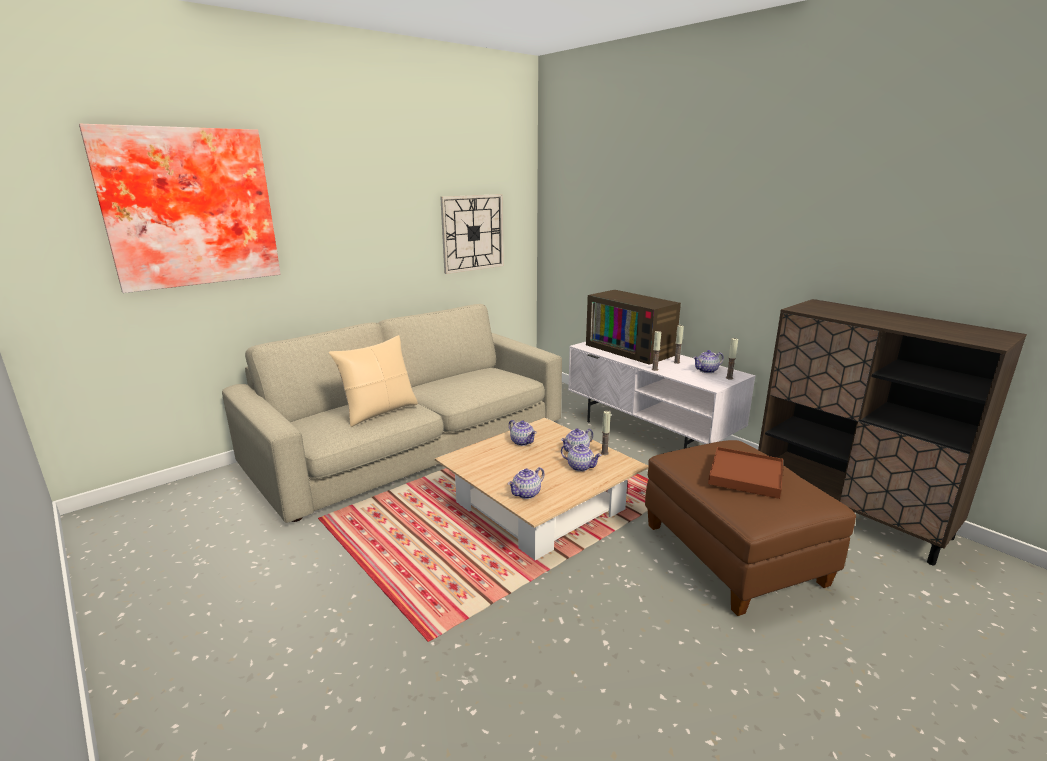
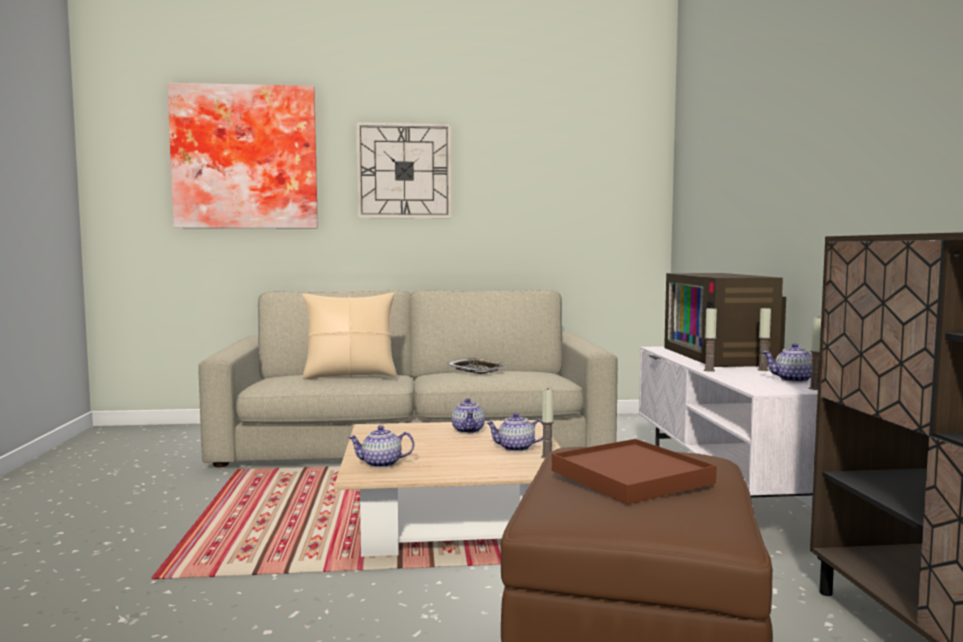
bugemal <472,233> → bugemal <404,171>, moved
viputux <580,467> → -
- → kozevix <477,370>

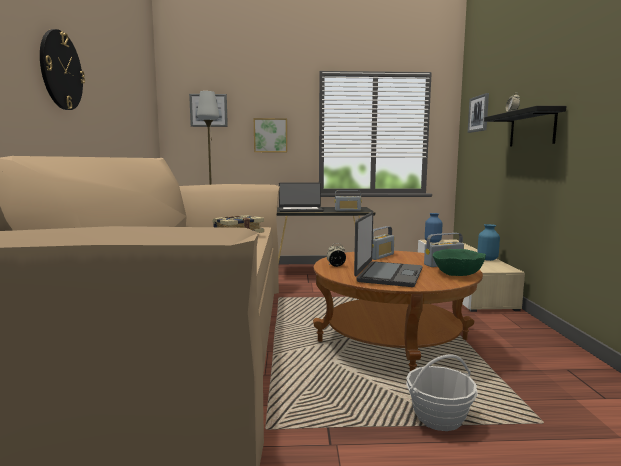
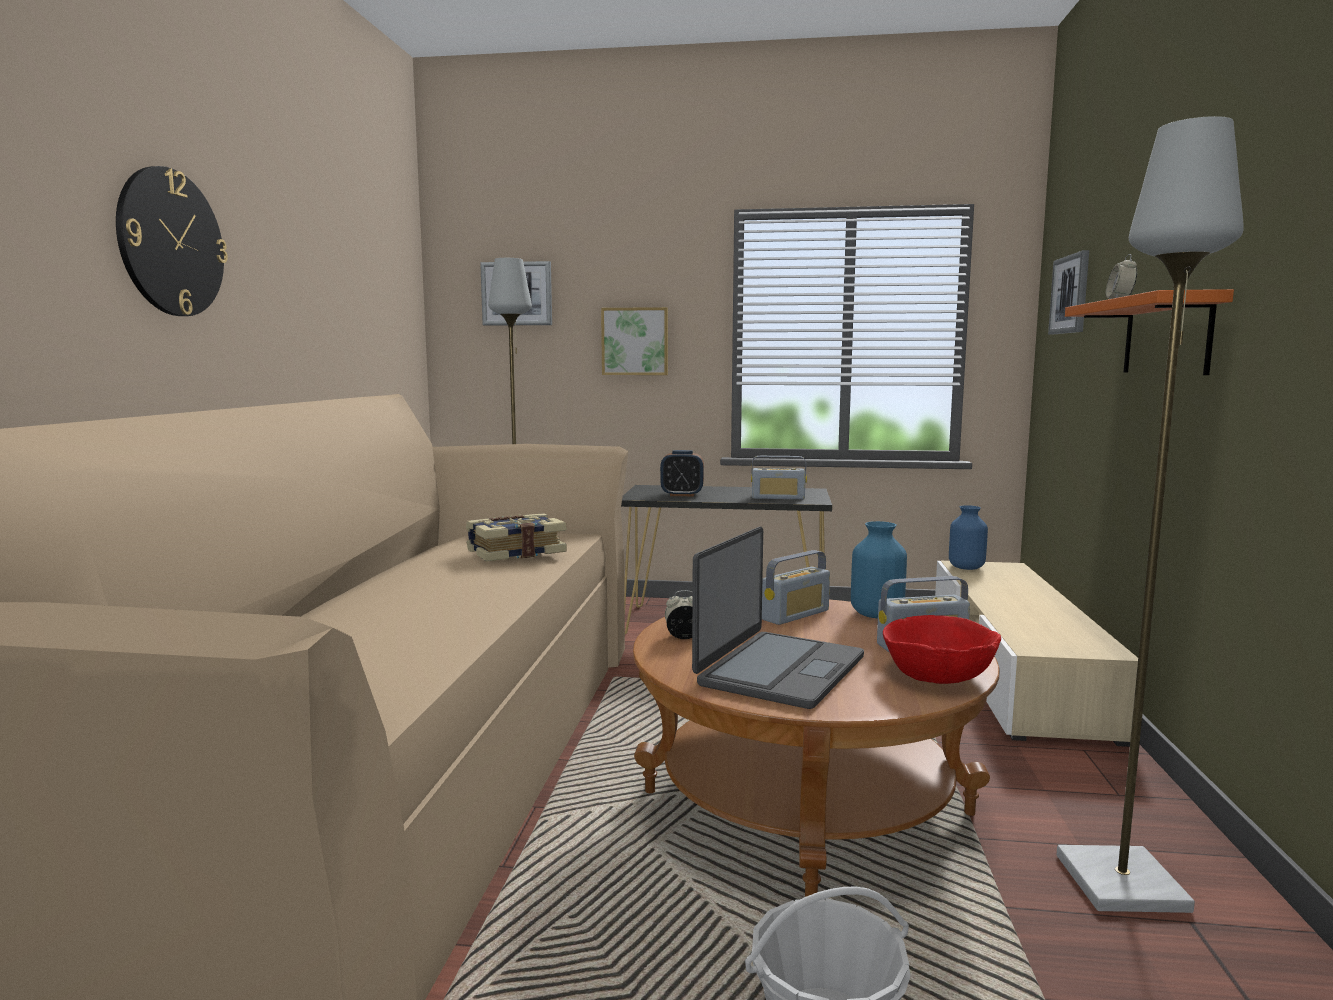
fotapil <300,210> → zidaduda <682,495>
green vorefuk <457,274> → red vorefuk <936,675>
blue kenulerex <487,259> → blue kenulerex <876,615>, moved
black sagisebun <532,128> → orange sagisebun <1166,336>
- → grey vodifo <1124,883>

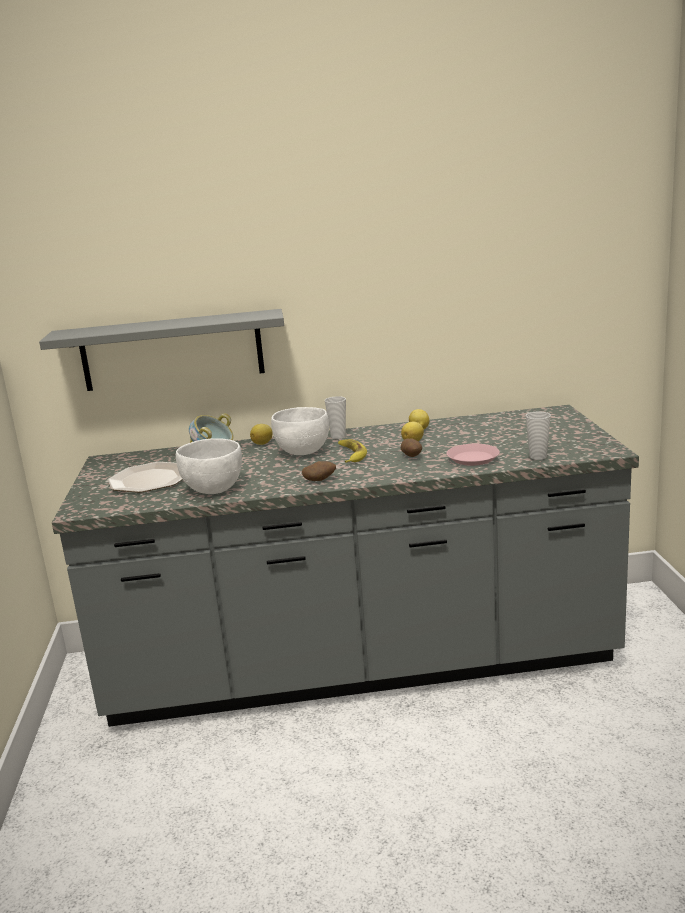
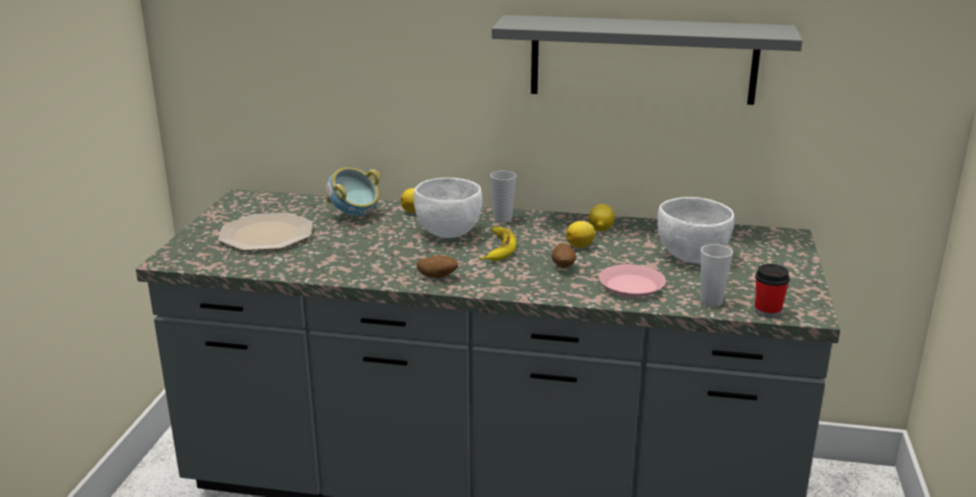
grey sagisebun <172,350> → grey sagisebun <643,59>, moved
white vorefuk <213,489> → white vorefuk <691,256>, moved
- → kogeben <767,311>

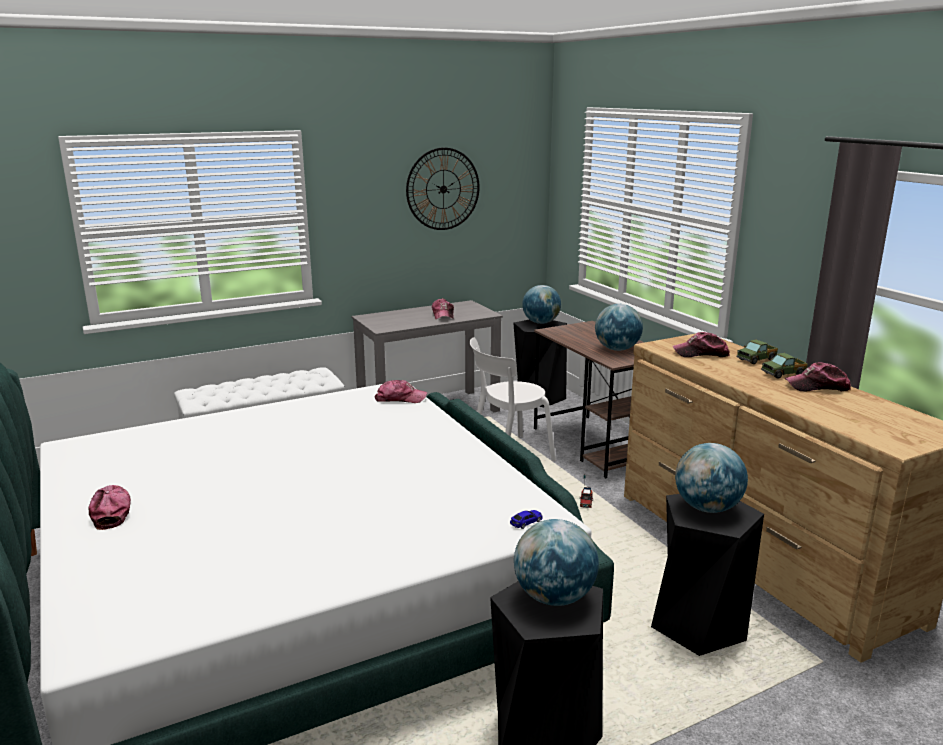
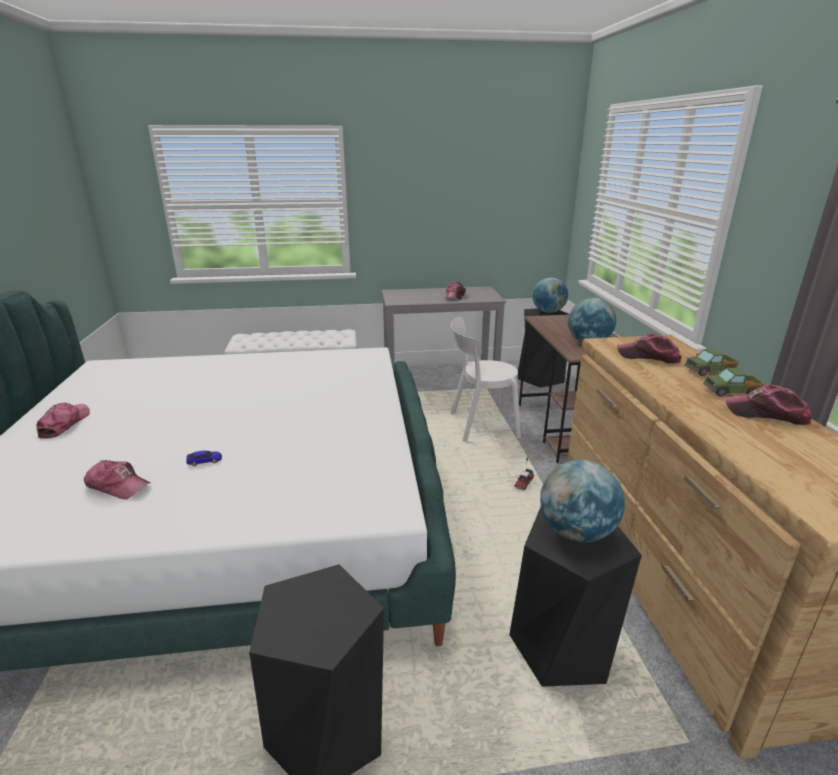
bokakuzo <400,399> → bokakuzo <118,485>, moved
bugemal <443,189> → -
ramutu <526,522> → ramutu <204,461>, moved
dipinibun <554,597> → -

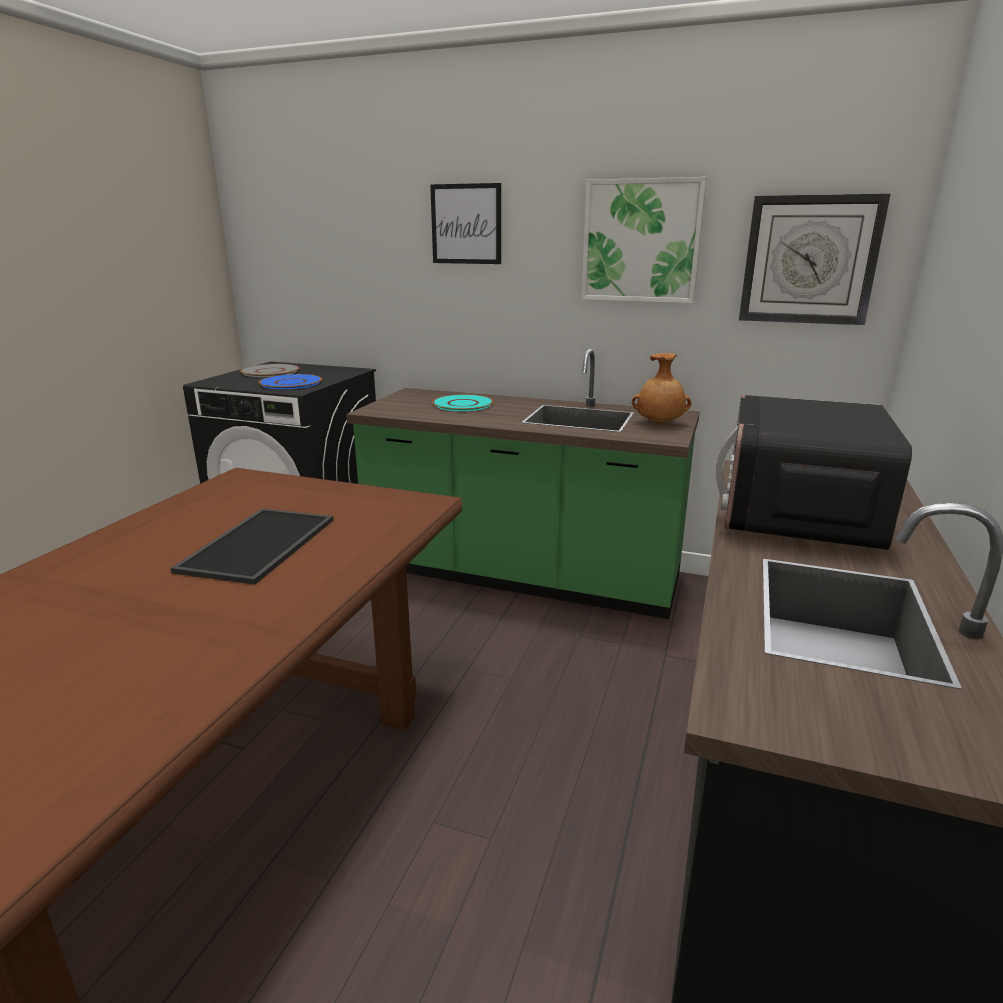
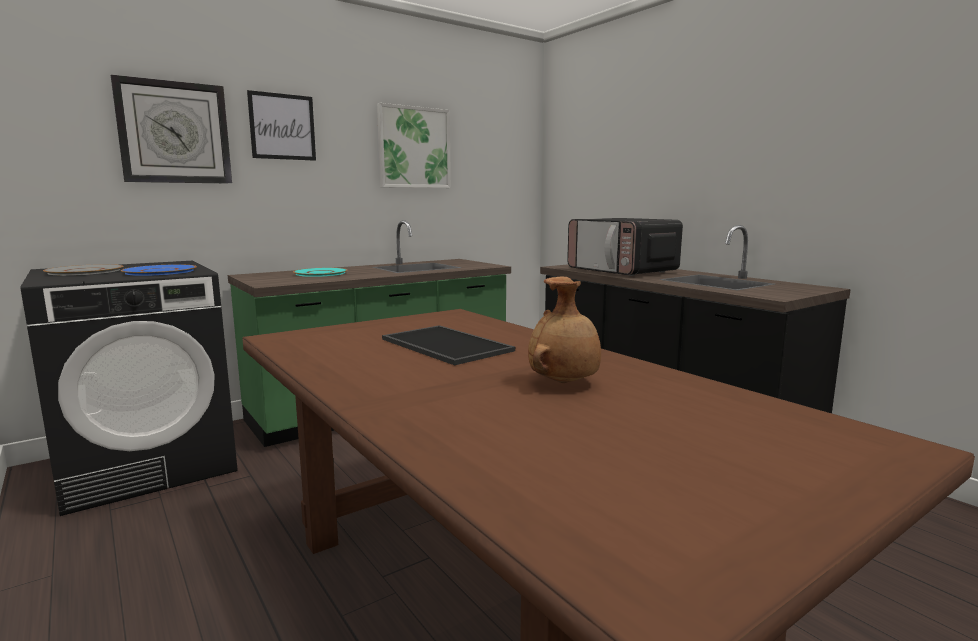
brown kenulerex <659,424> → brown kenulerex <564,383>, moved
bugemal <809,260> → bugemal <174,133>, moved

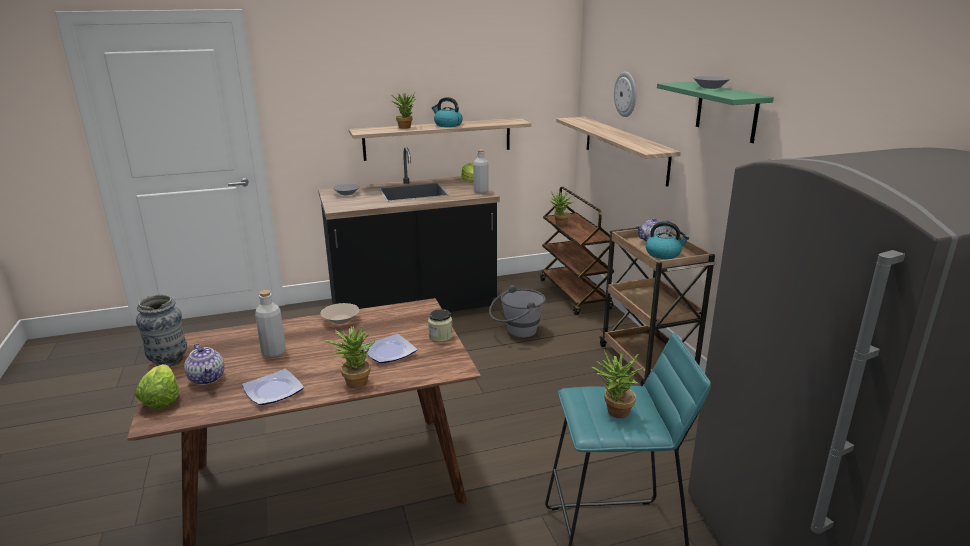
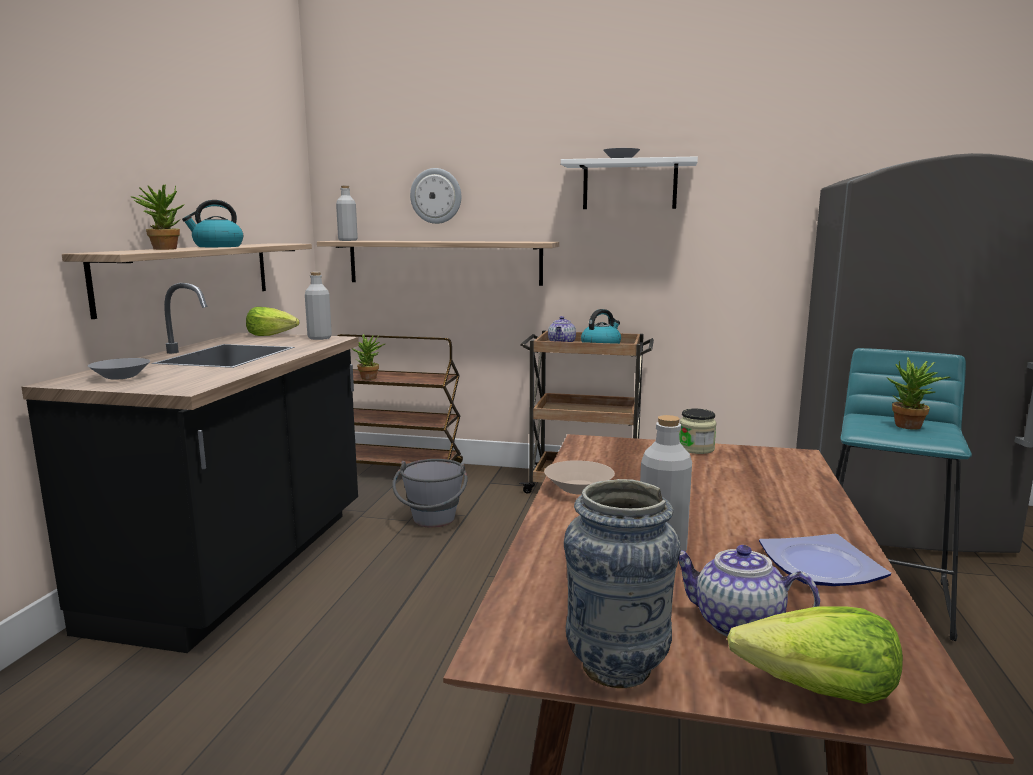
viputux <207,378> → viputux <737,624>, 150 degrees counterclockwise
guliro <354,381> → -
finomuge <390,352> → -
green sagisebun <726,111> → white sagisebun <629,185>
- → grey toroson <348,240>

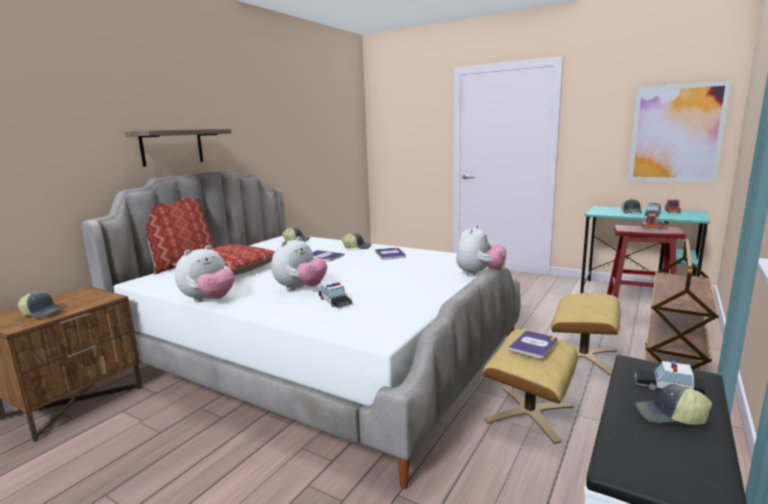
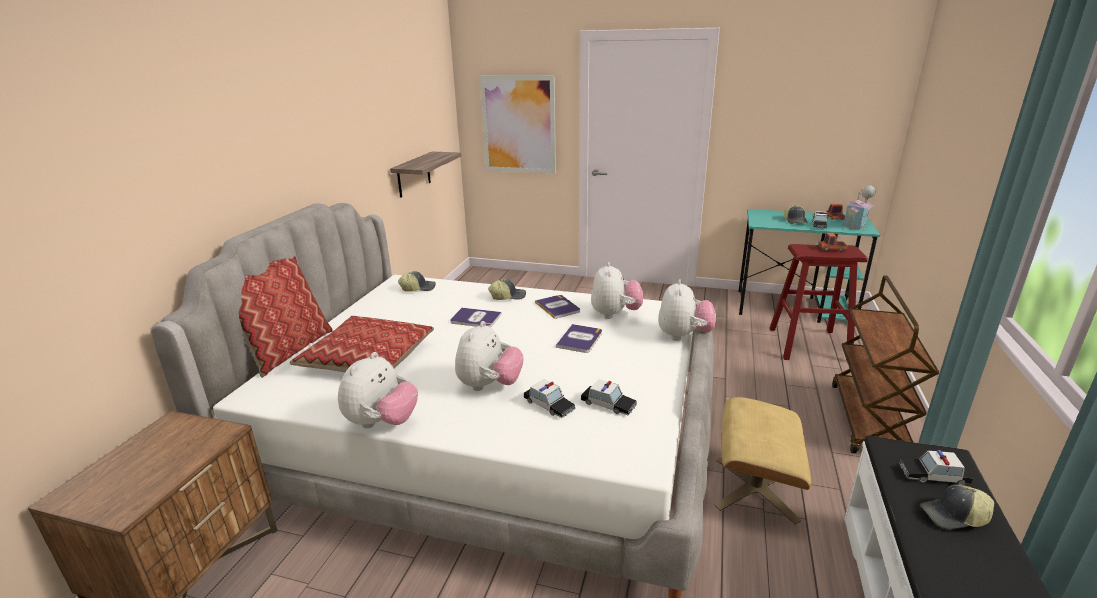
bokakuzo <42,313> → -
sagisebun <172,147> → sagisebun <413,174>, moved
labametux <533,345> → labametux <580,339>, moved
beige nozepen <583,357> → -
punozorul <676,133> → punozorul <519,125>, moved
- → ramutu <608,404>
- → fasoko <615,314>
- → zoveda <857,225>

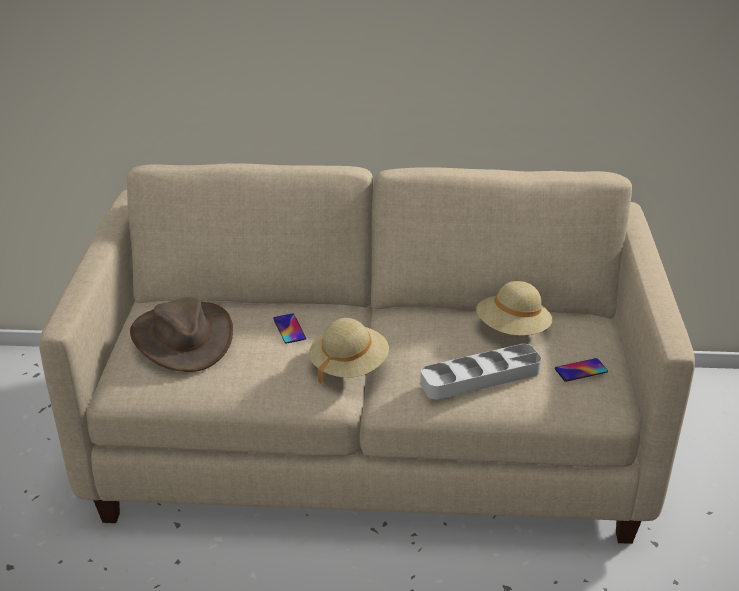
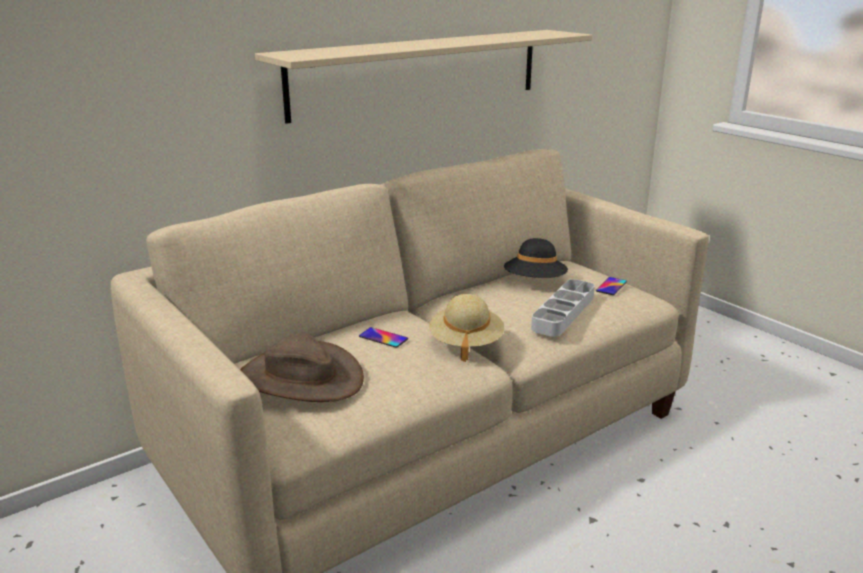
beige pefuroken <512,330> → black pefuroken <535,282>
- → beige sagisebun <420,72>

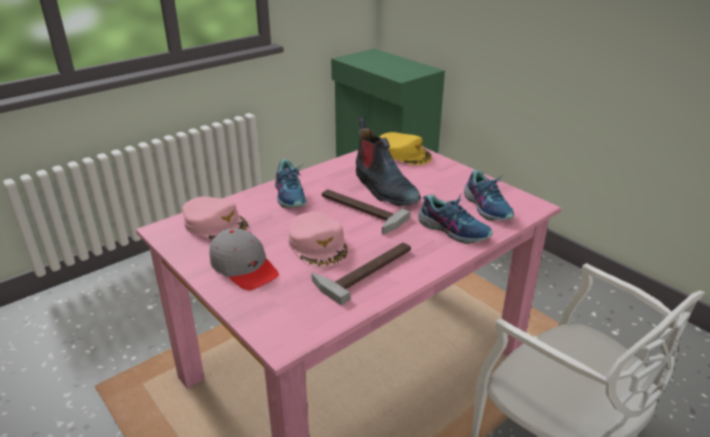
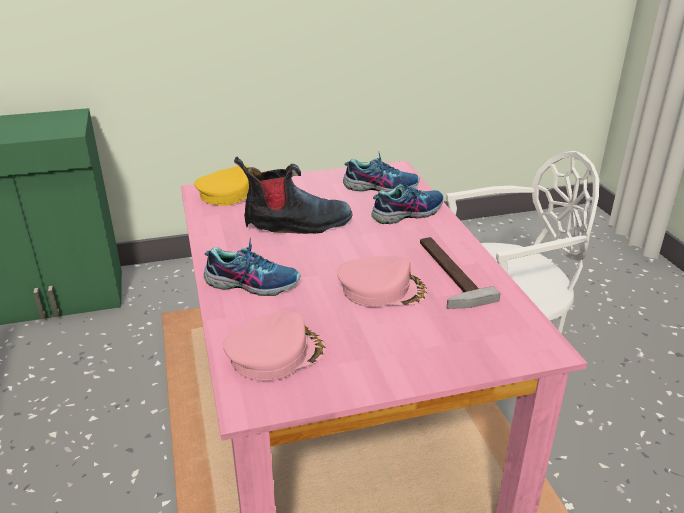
grey bokakuzo <244,267> → -
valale <358,211> → -

